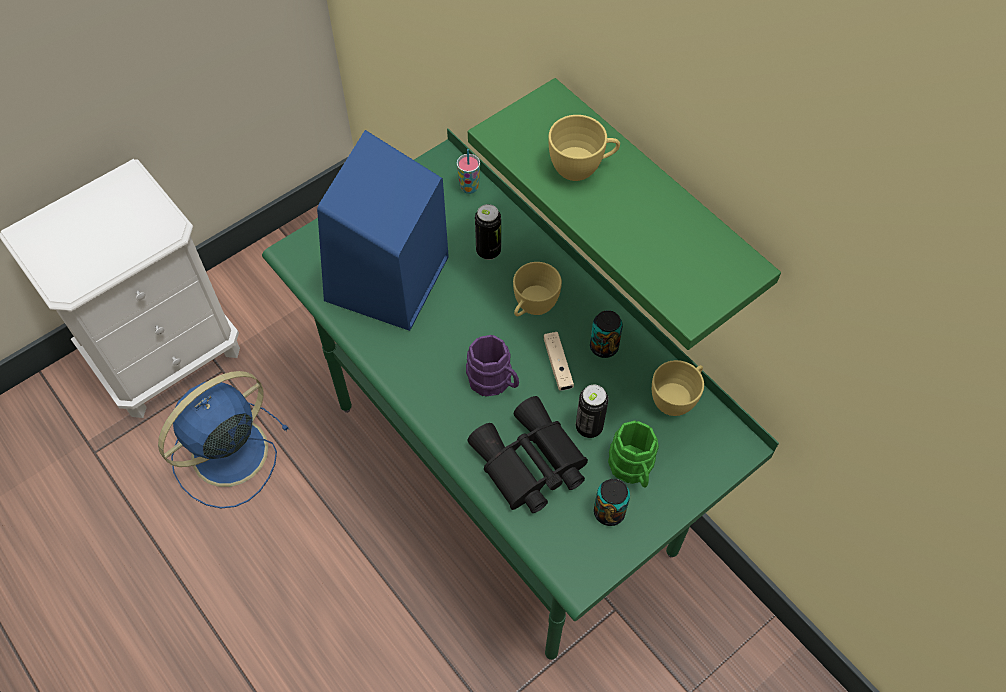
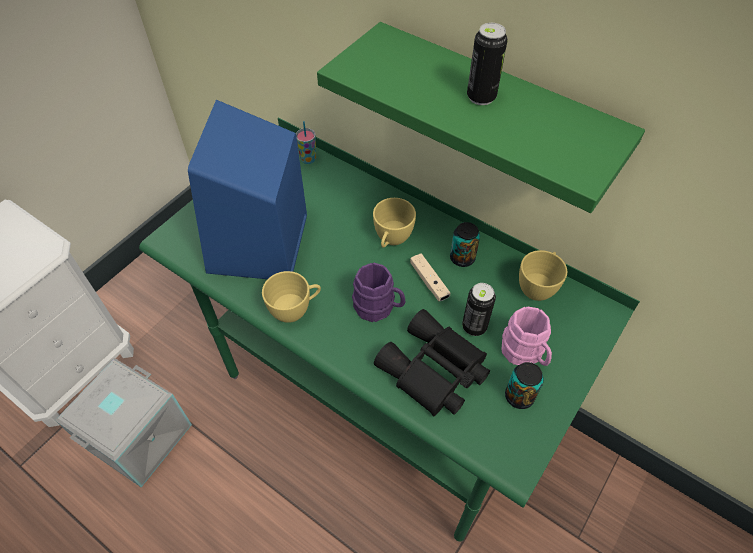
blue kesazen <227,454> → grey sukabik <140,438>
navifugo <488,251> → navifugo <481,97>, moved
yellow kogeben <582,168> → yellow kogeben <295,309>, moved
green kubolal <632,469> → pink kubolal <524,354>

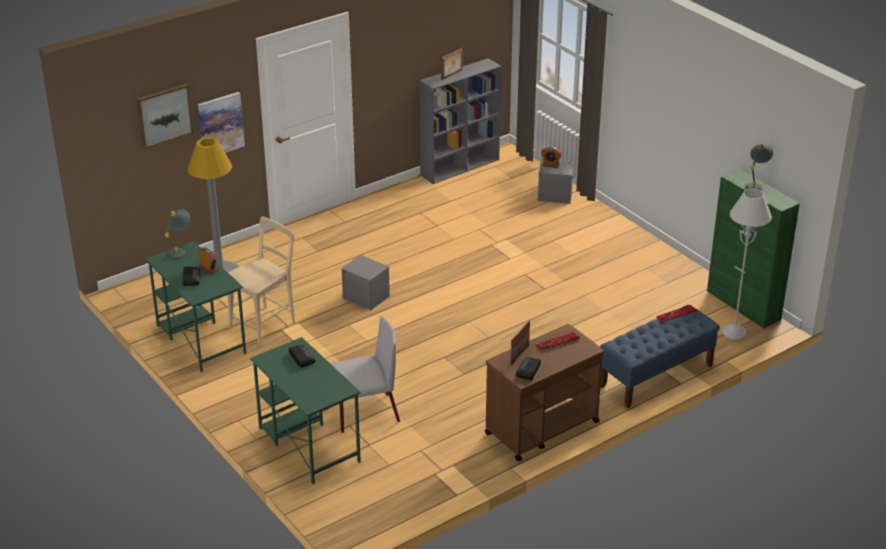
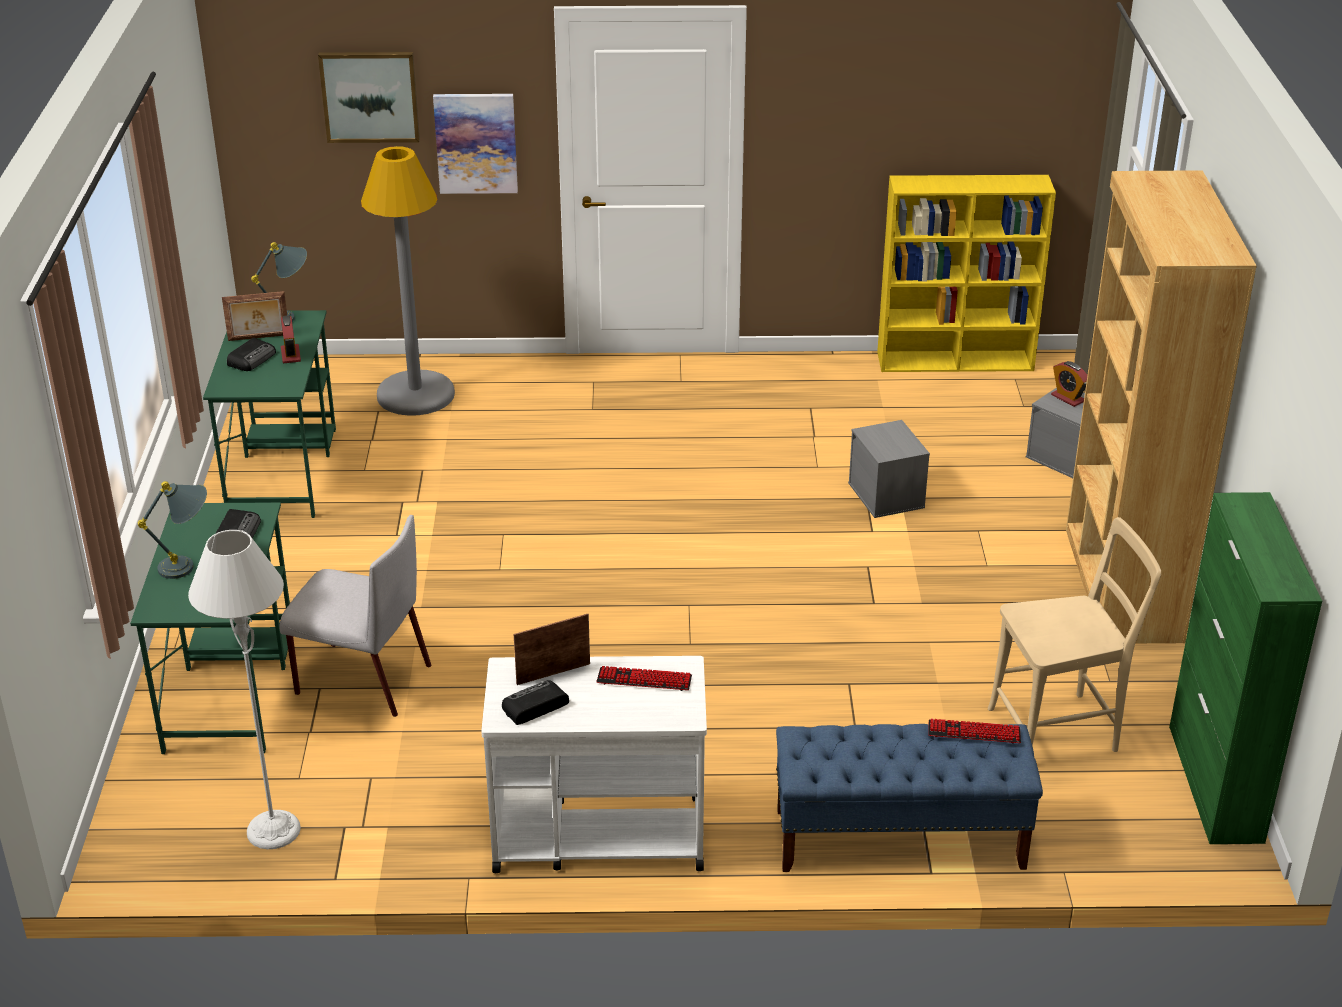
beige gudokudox <265,324> → beige gudokudox <1060,729>, moved
grey sukabik <366,297> → grey sukabik <887,495>, moved
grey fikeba <460,167> → yellow fikeba <956,361>
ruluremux <452,75> → ruluremux <259,338>, moved
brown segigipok <541,428> → white segigipok <597,834>
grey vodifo <734,332> → grey vodifo <273,830>, moved
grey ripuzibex <756,185> → grey ripuzibex <189,565>, moved
- → brown fikeba <1121,585>

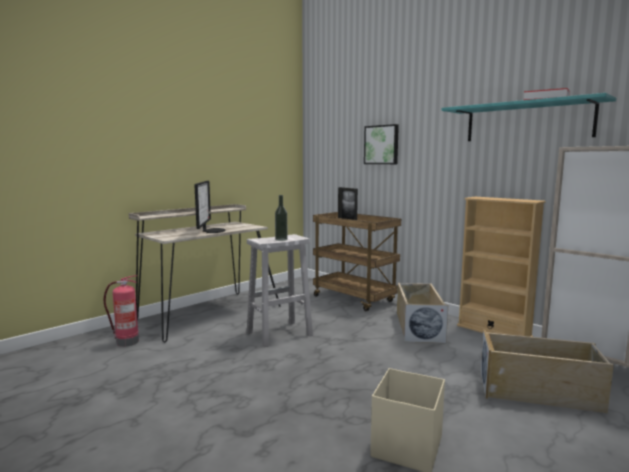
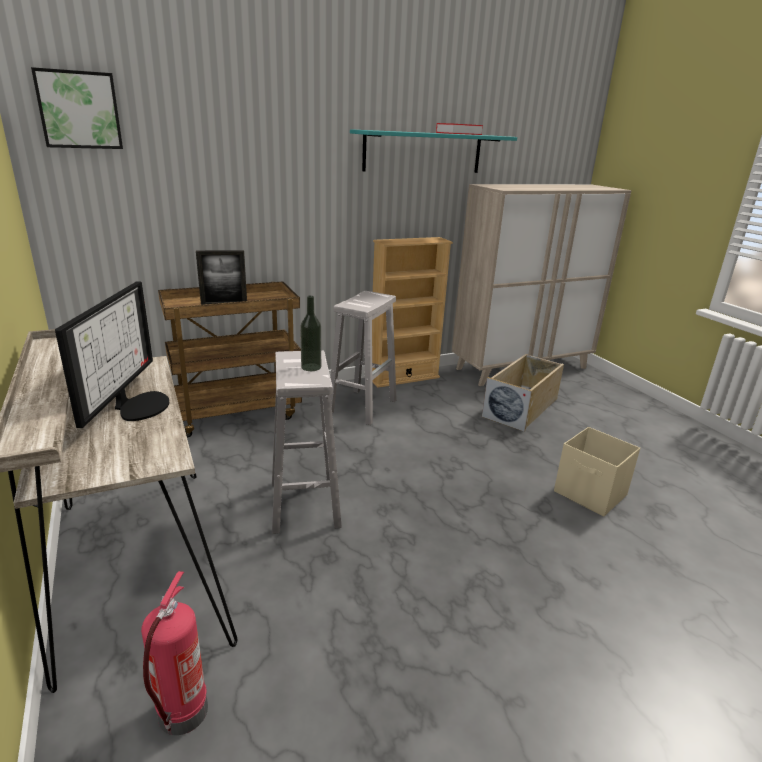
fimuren <211,231> → fimuren <138,405>, 75 degrees clockwise
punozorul <382,145> → punozorul <79,110>, moved
beige sukabik <418,326> → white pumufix <362,406>

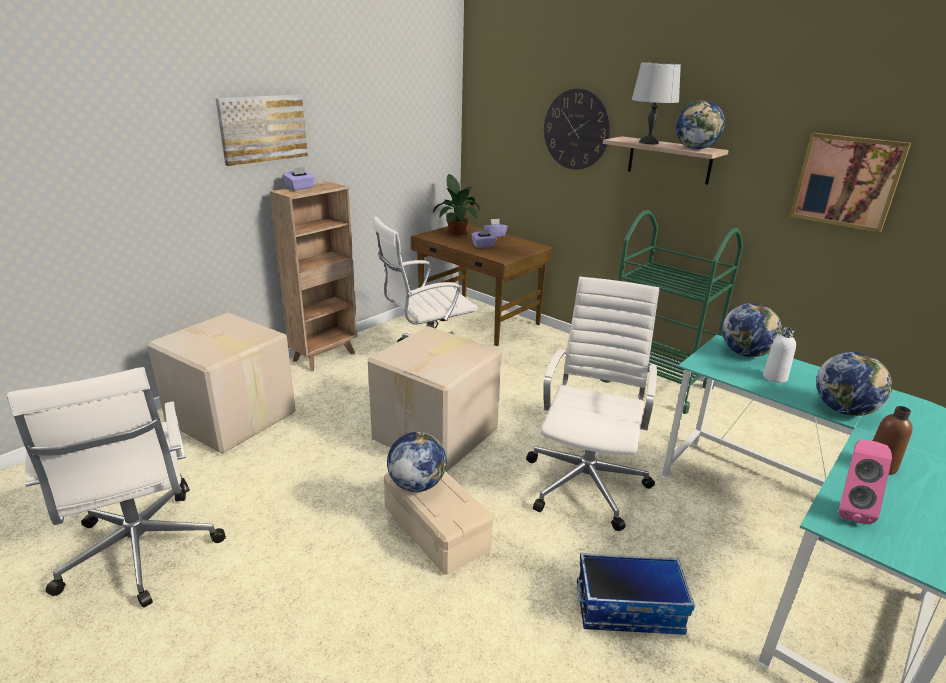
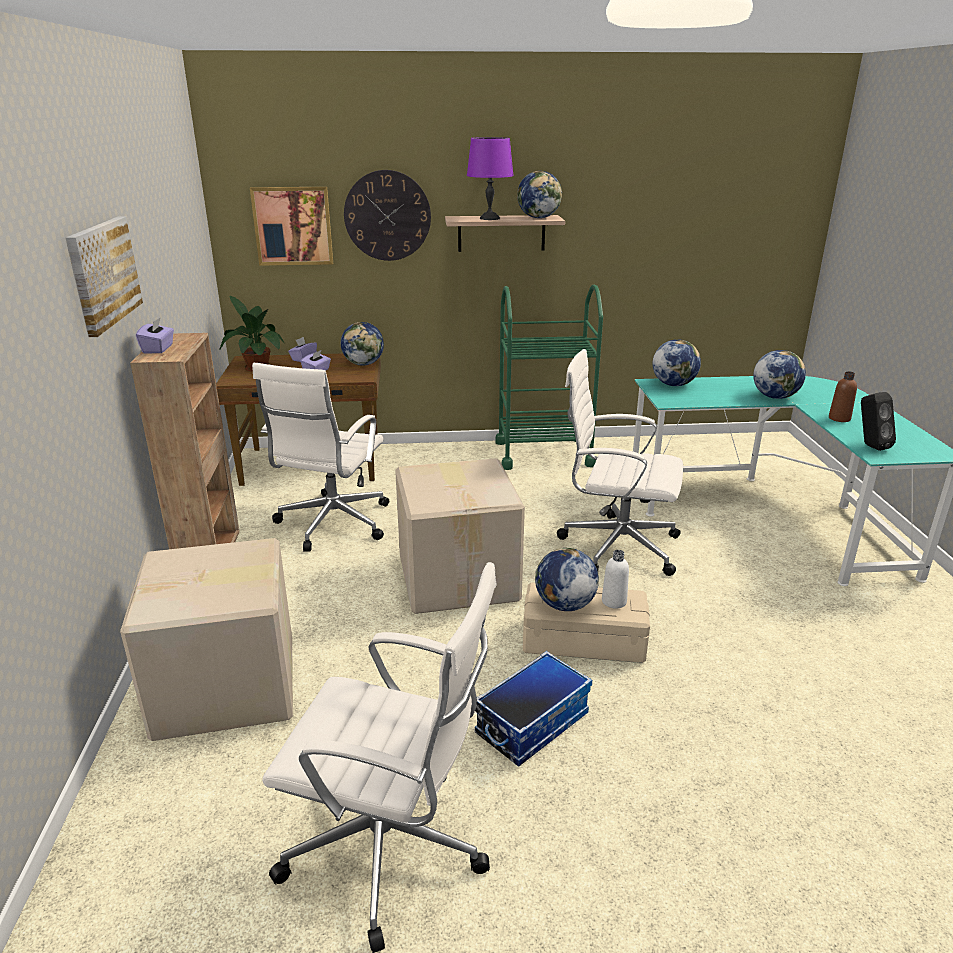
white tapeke <586,482> → white tapeke <616,546>, 45 degrees counterclockwise
sukabik <629,608> → sukabik <532,723>, moved
grey ripuzibex <648,142> → purple ripuzibex <490,218>
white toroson <774,377> → white toroson <614,601>, moved
punozorul <847,181> → punozorul <293,226>, moved
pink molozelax <849,509> → black molozelax <869,446>
- → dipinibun <364,364>

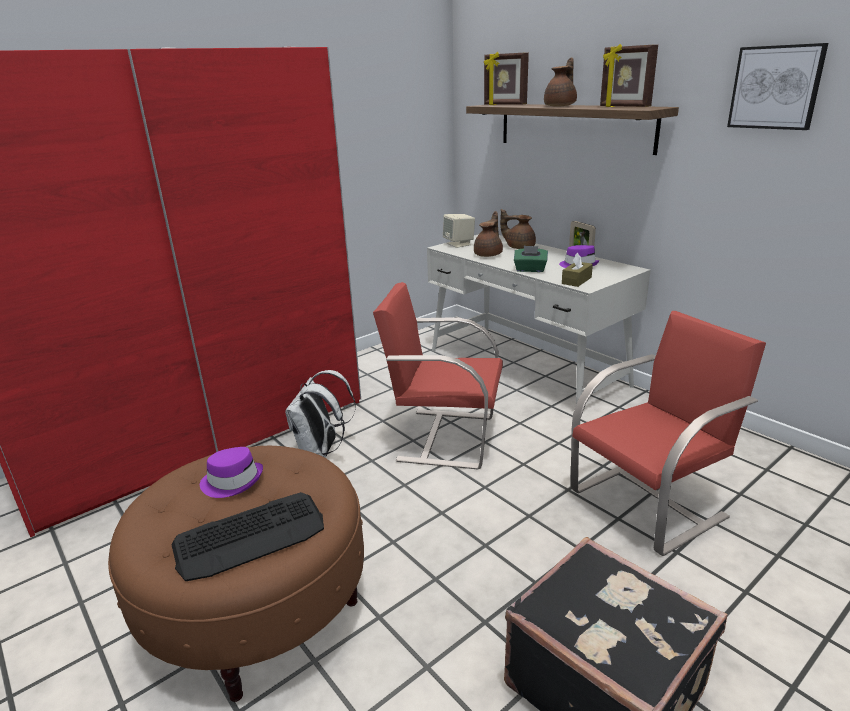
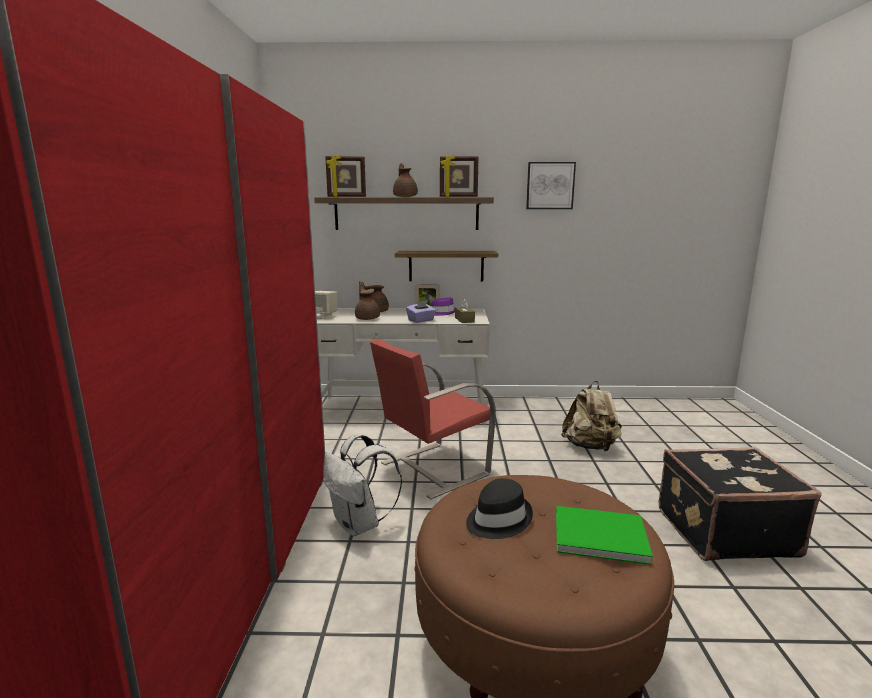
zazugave <251,536> → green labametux <596,534>
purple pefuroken <232,481> → black pefuroken <497,519>
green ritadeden <530,270> → purple ritadeden <421,320>
red gudokudox <649,503> → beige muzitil <590,447>
- → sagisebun <446,266>

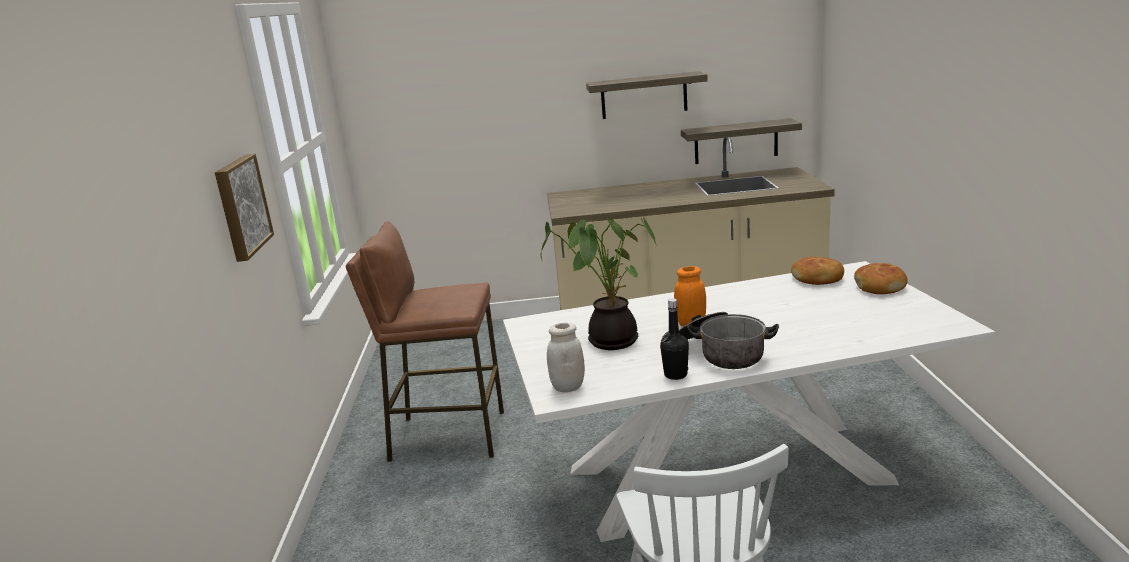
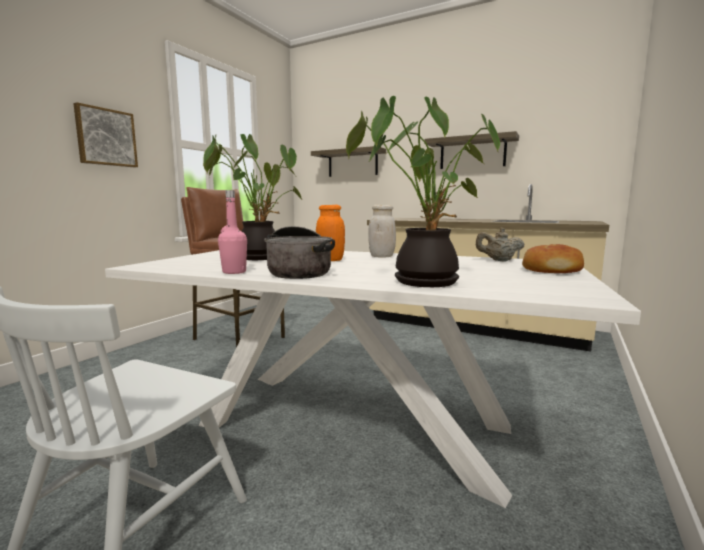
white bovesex <568,387> → white bovesex <381,256>, moved
black toroson <675,375> → pink toroson <234,272>
sagisebun <736,141> → sagisebun <352,163>, moved
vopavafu <817,279> → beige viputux <498,260>
- → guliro <423,281>

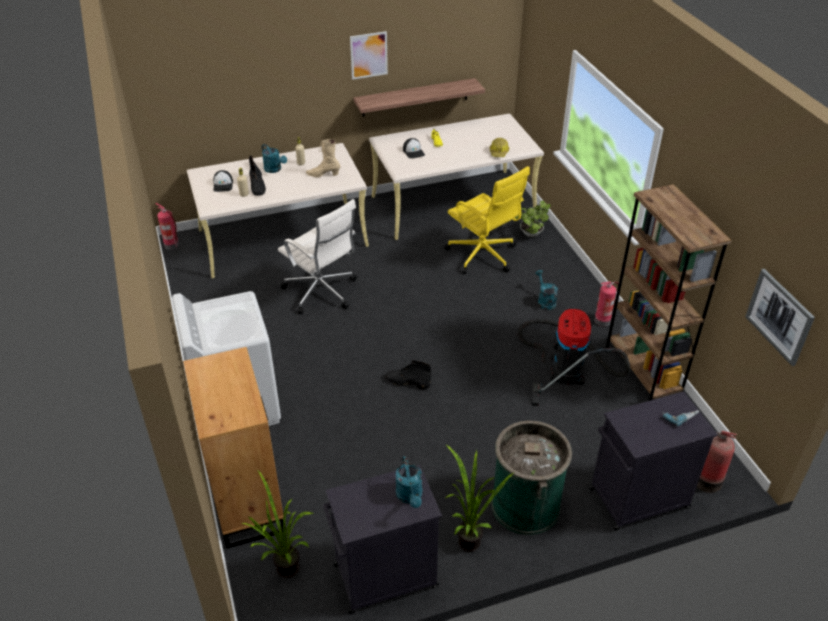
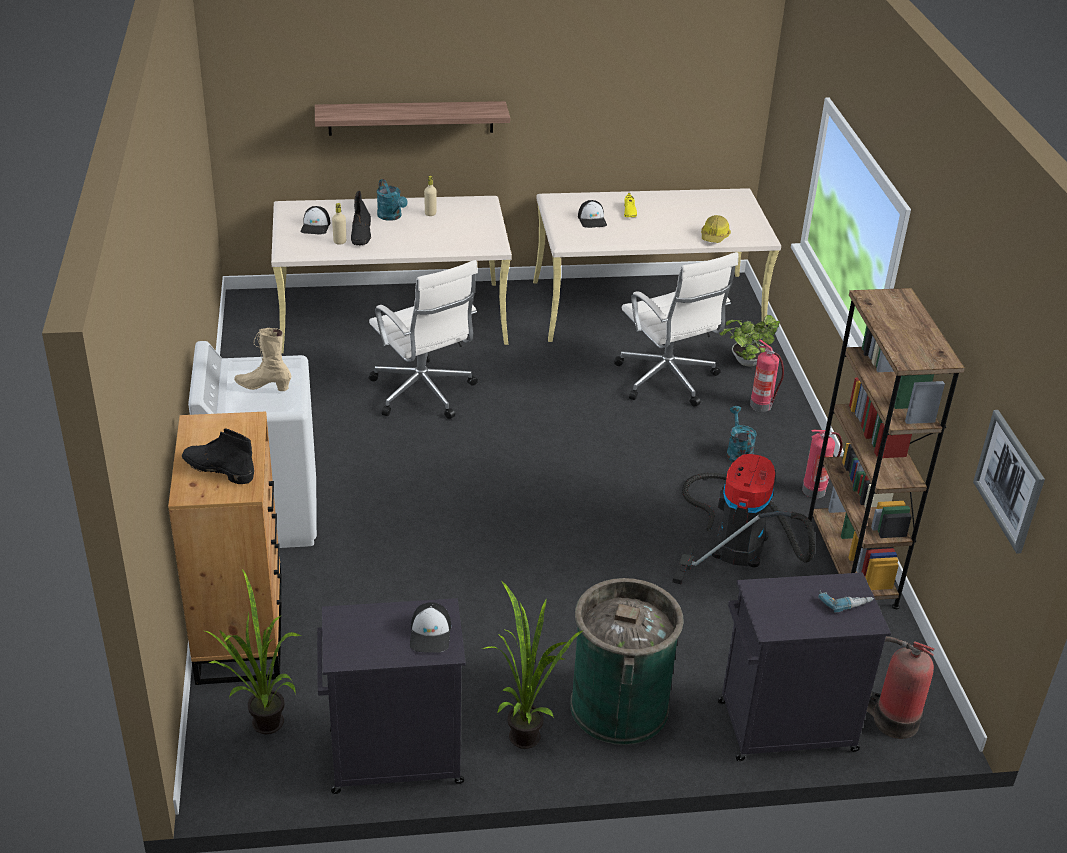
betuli <172,245> → betuli <762,405>, moved
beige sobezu <323,175> → beige sobezu <263,386>, moved
punozorul <369,55> → -
sagisebun <415,97> → sagisebun <411,118>, moved
black sobezu <407,382> → black sobezu <217,469>, moved
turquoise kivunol <410,497> → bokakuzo <431,634>
yellow tapeke <483,256> → white tapeke <667,380>

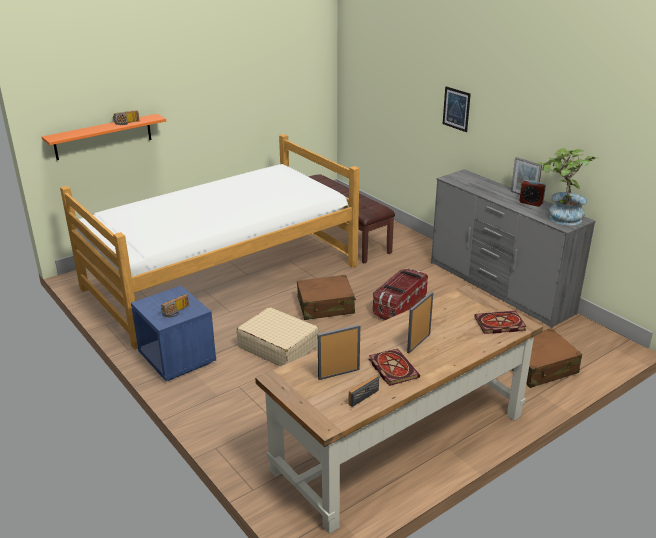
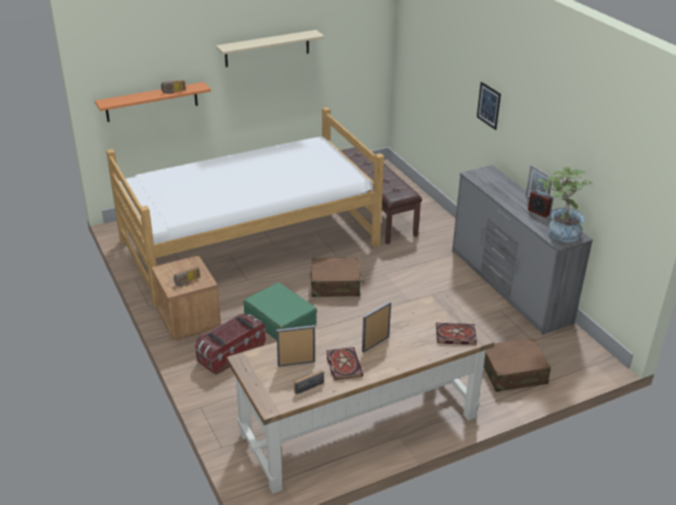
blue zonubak <177,359> → brown zonubak <188,320>
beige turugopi <278,346> → green turugopi <280,320>
sukabik <399,307> → sukabik <230,354>, moved
- → beige sagisebun <267,48>

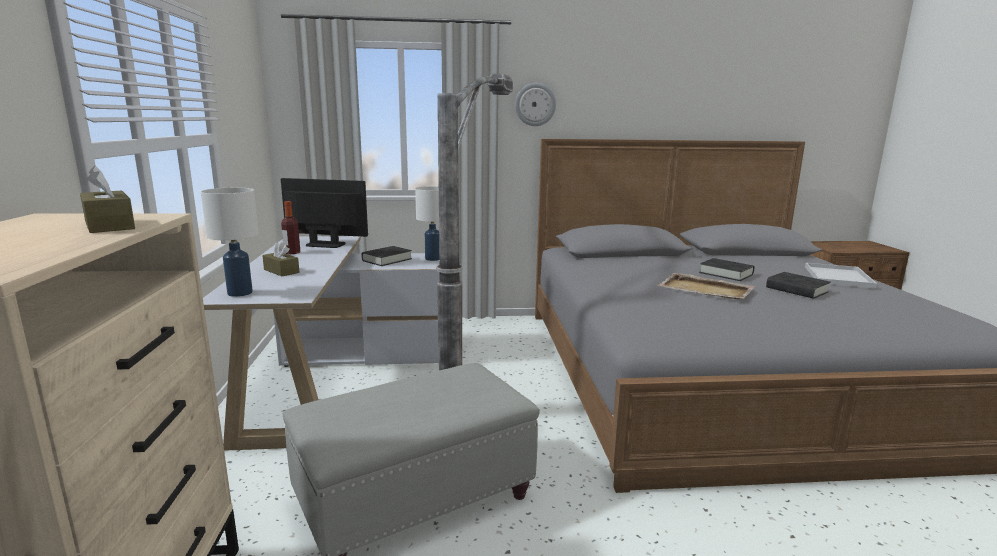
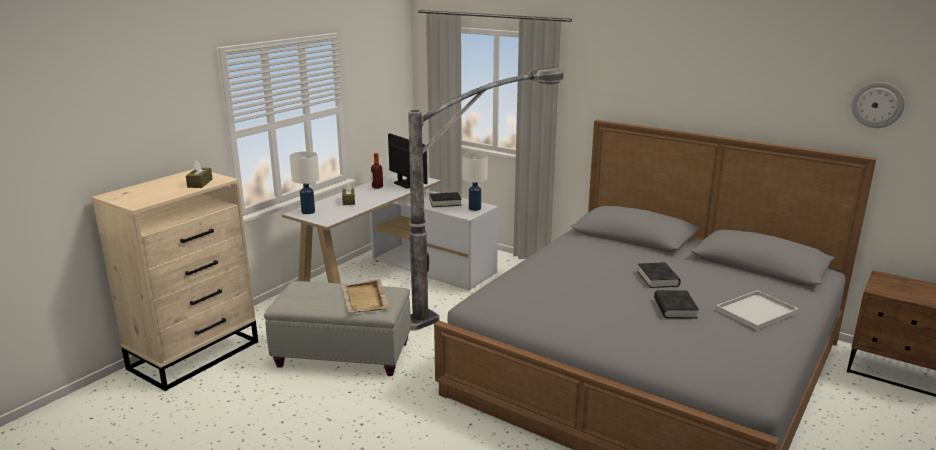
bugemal <535,104> → bugemal <877,105>, moved
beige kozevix <706,290> → beige kozevix <365,299>, moved

